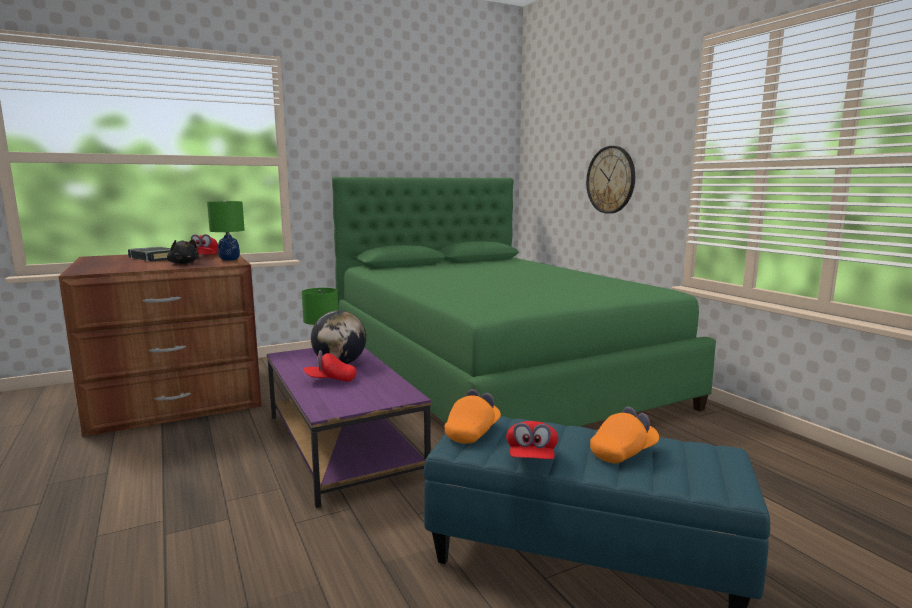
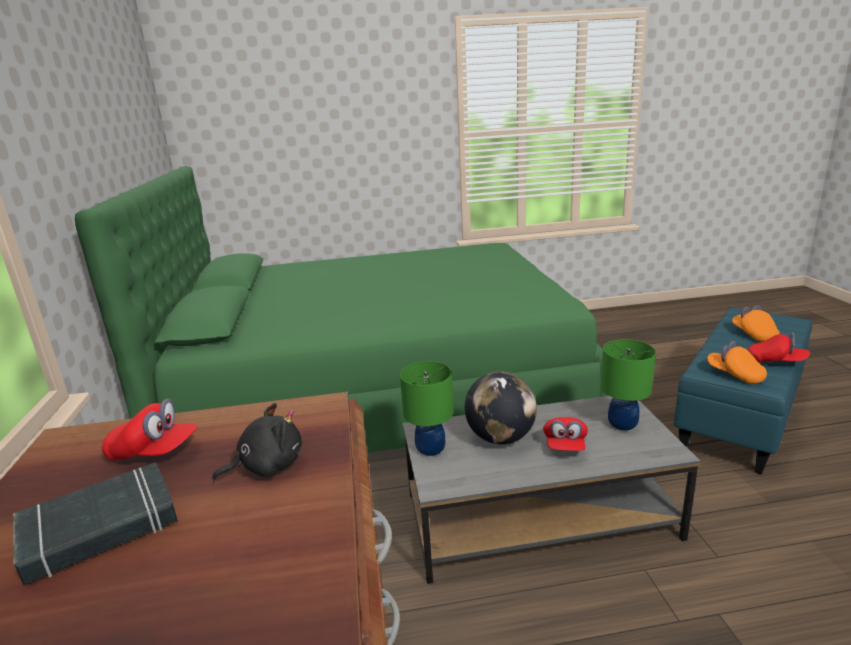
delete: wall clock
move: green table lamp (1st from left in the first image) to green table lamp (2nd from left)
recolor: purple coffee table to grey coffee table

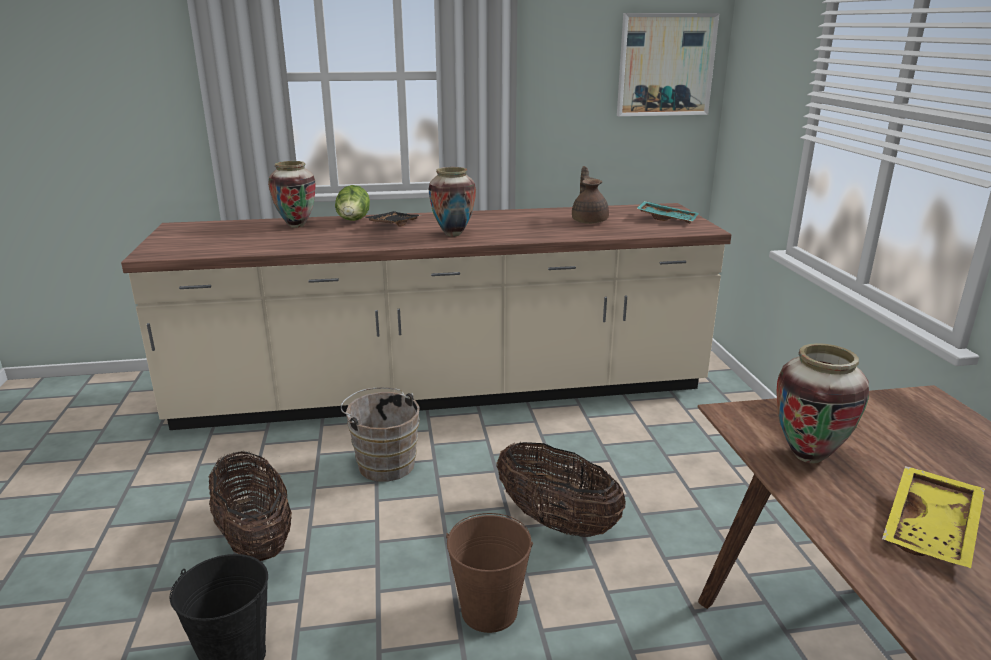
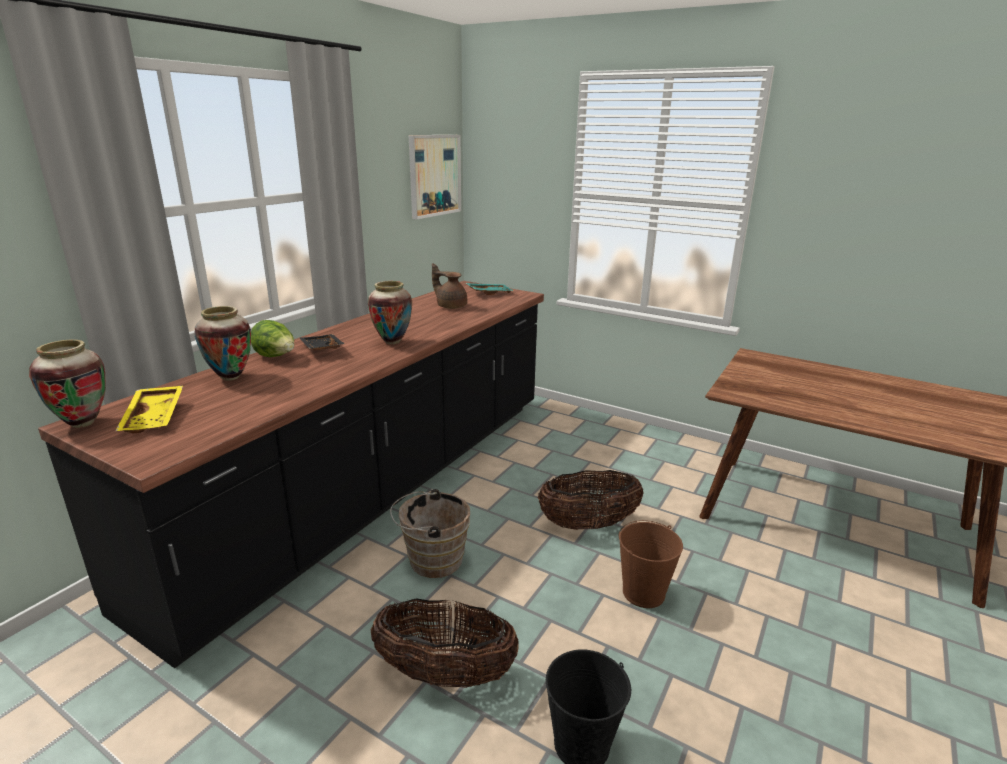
move: vase (3rd from left in the first image) to vase (1st from left); yellow tray
recolor: beige counter to black counter

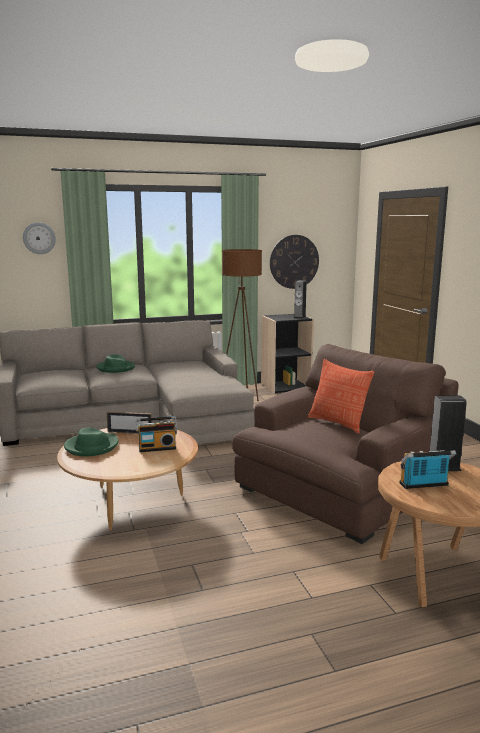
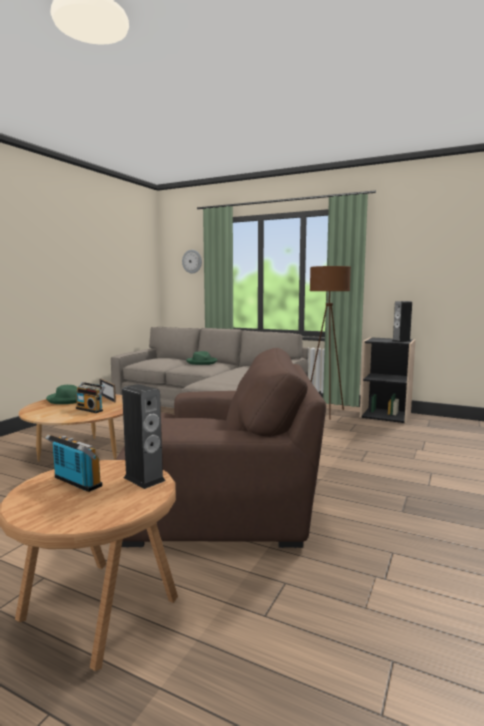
delete: wall clock (2nd from left); orange pillow

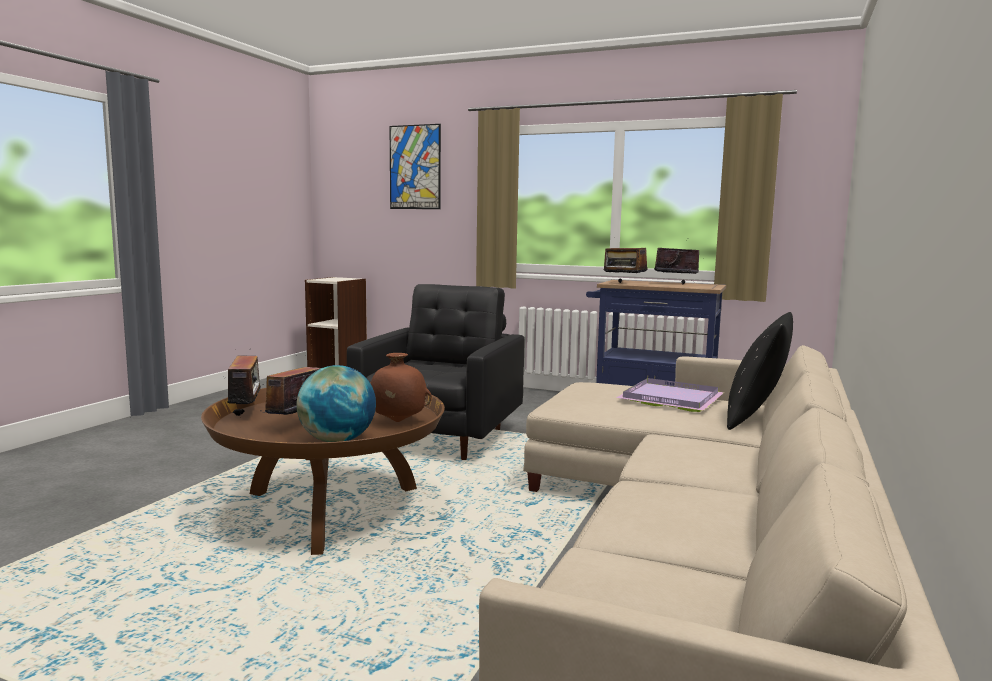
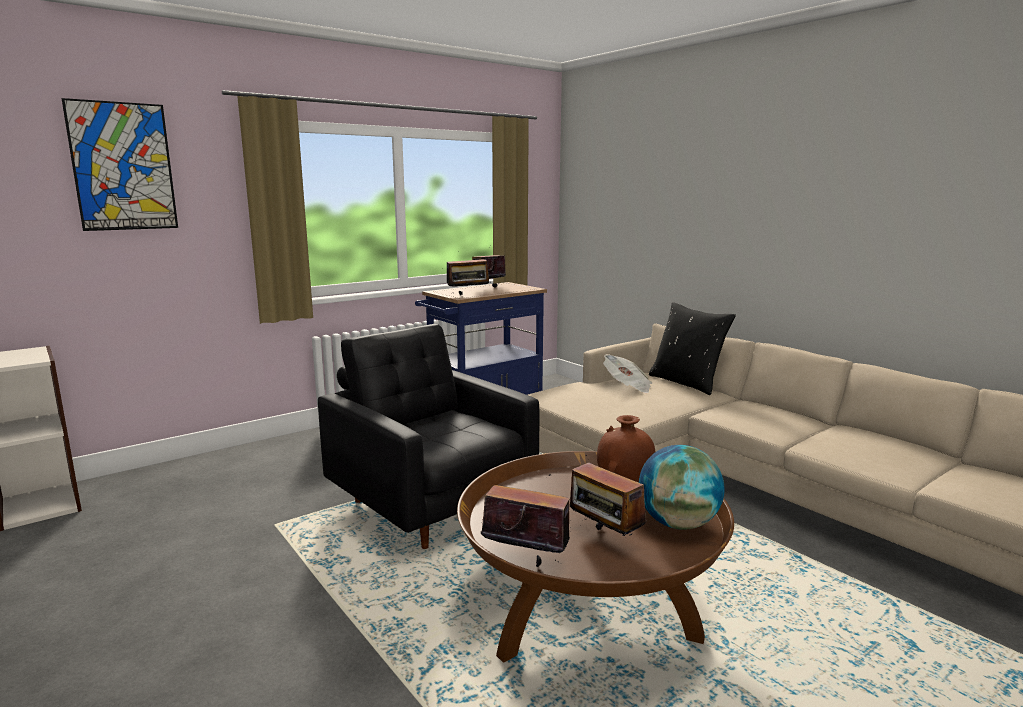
replace: purple tray to newspaper

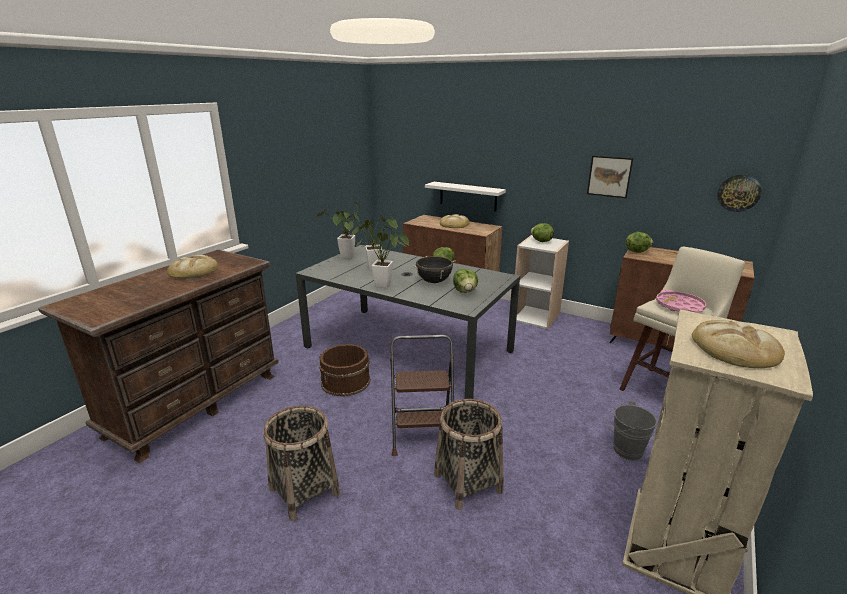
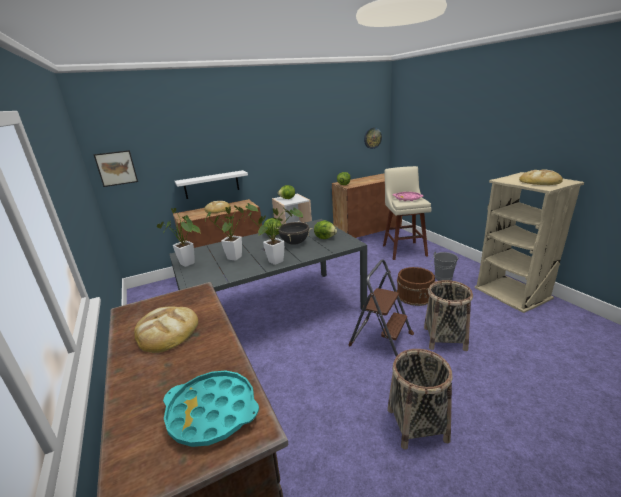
insert: turquoise tray
move: picture; brown bucket

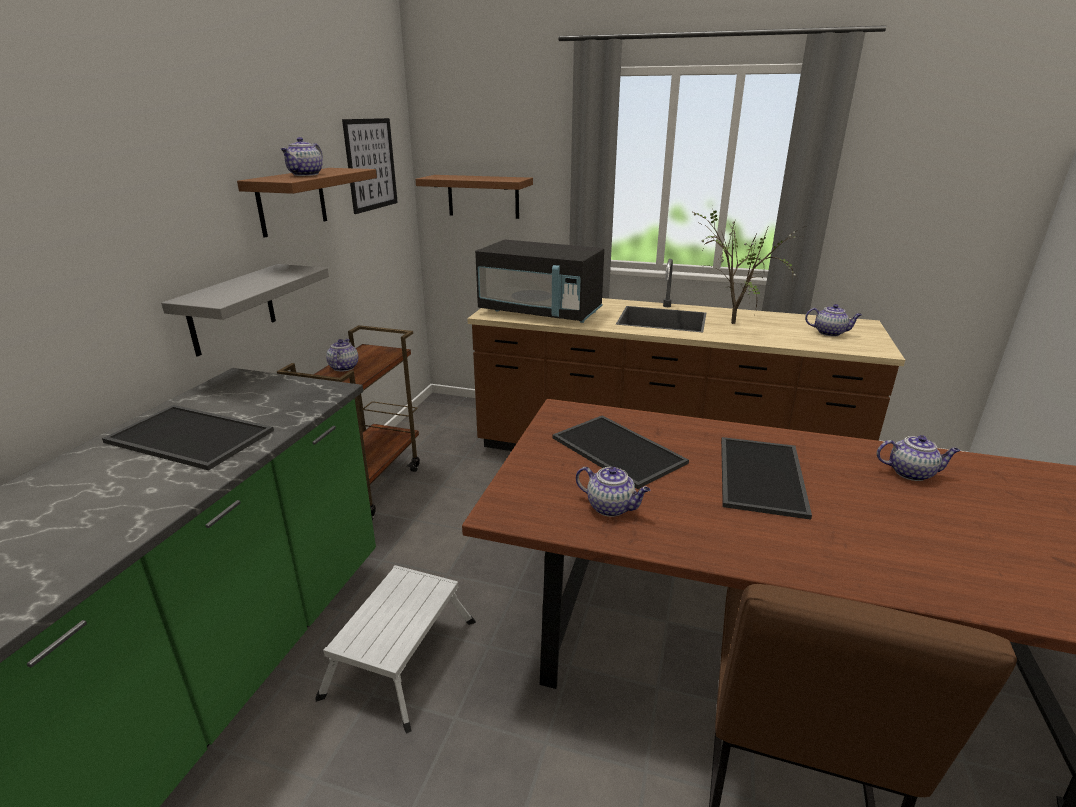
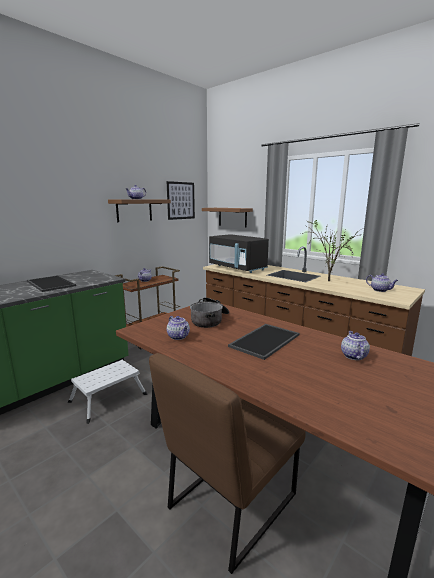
delete: grey shelf
replace: tray (2nd from left) to cooking pot
rotate: teapot (5th from left in the first image) 120 degrees counterclockwise

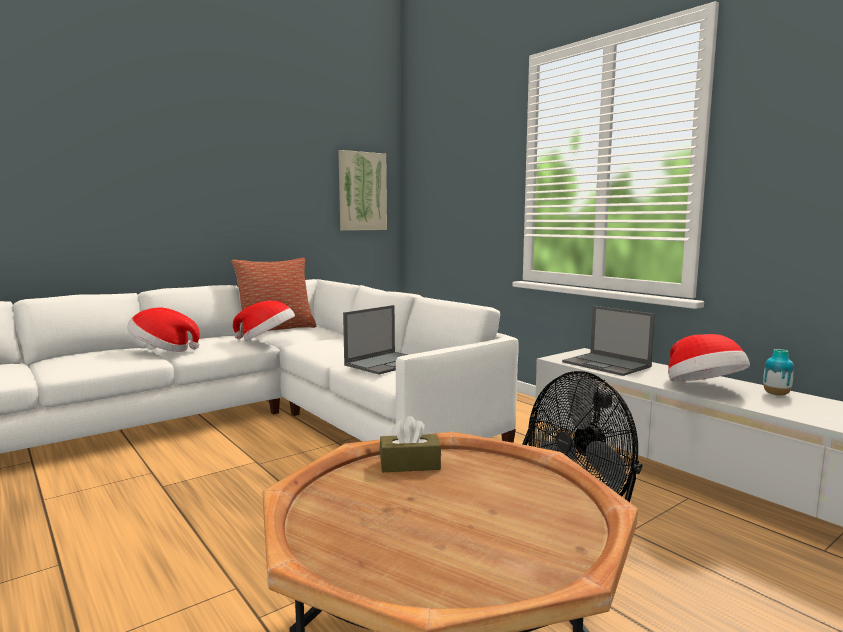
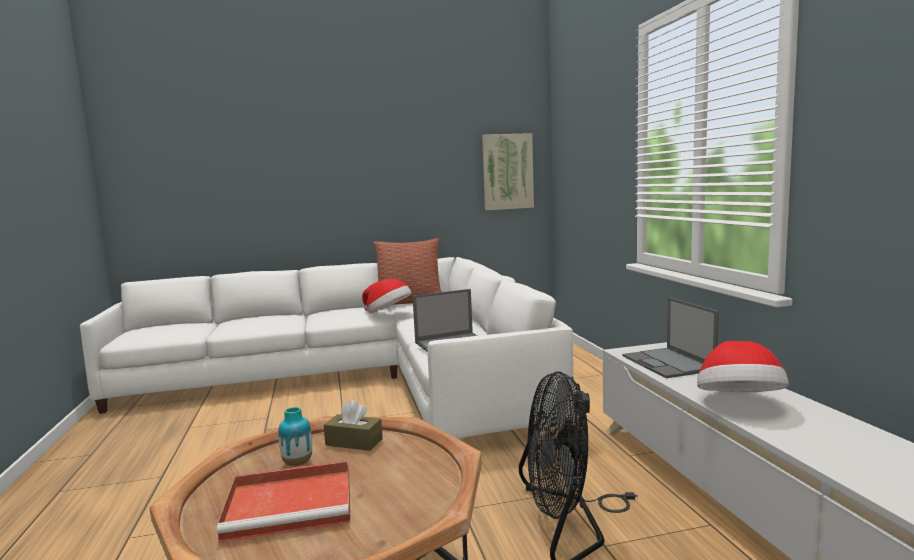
delete: hat (1st from left)
insert: red tray
move: vase

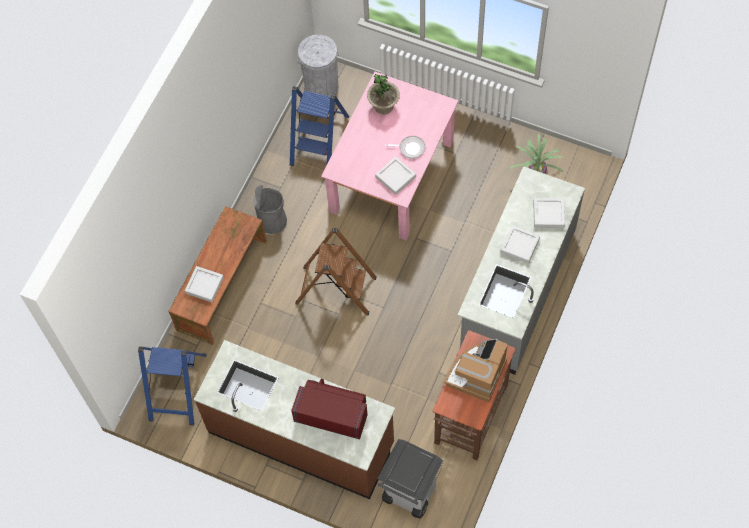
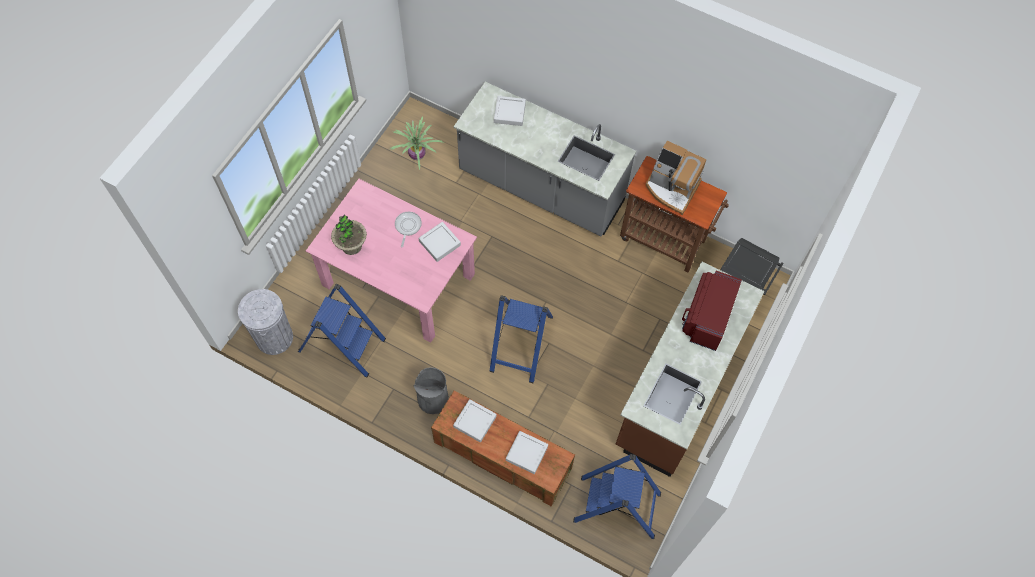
move: grey tray (3rd from left in the first image) to grey tray (2nd from left)
recolor: brown step ladder to blue step ladder (2nd from left)

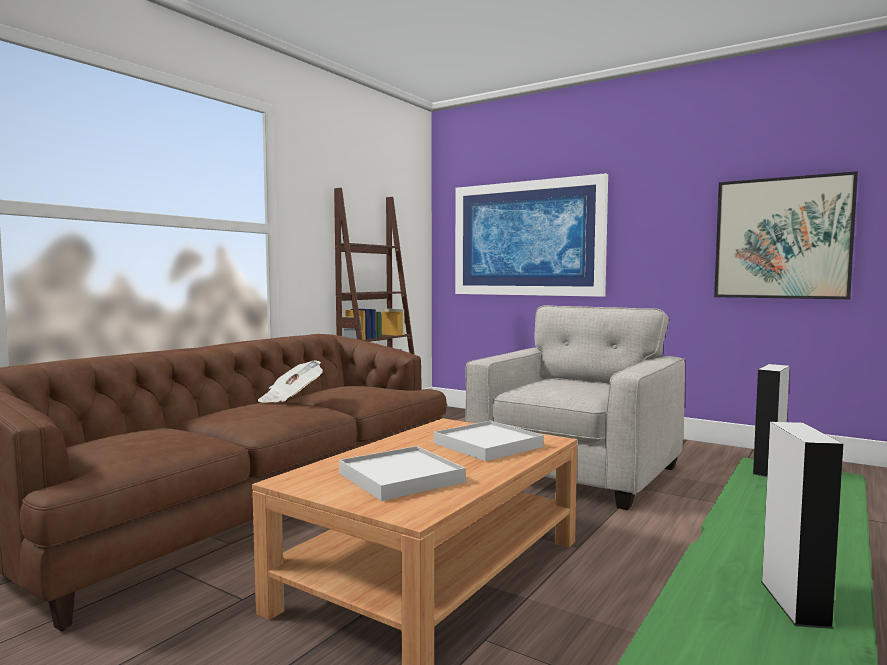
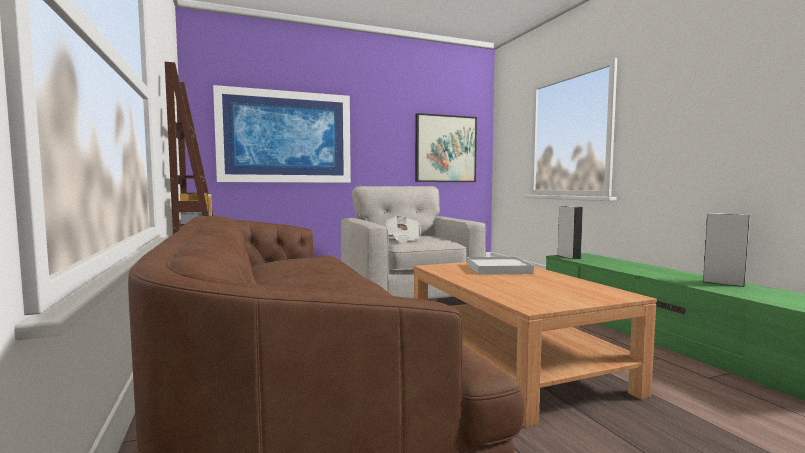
delete: white tray (1st from left)
move: newspaper

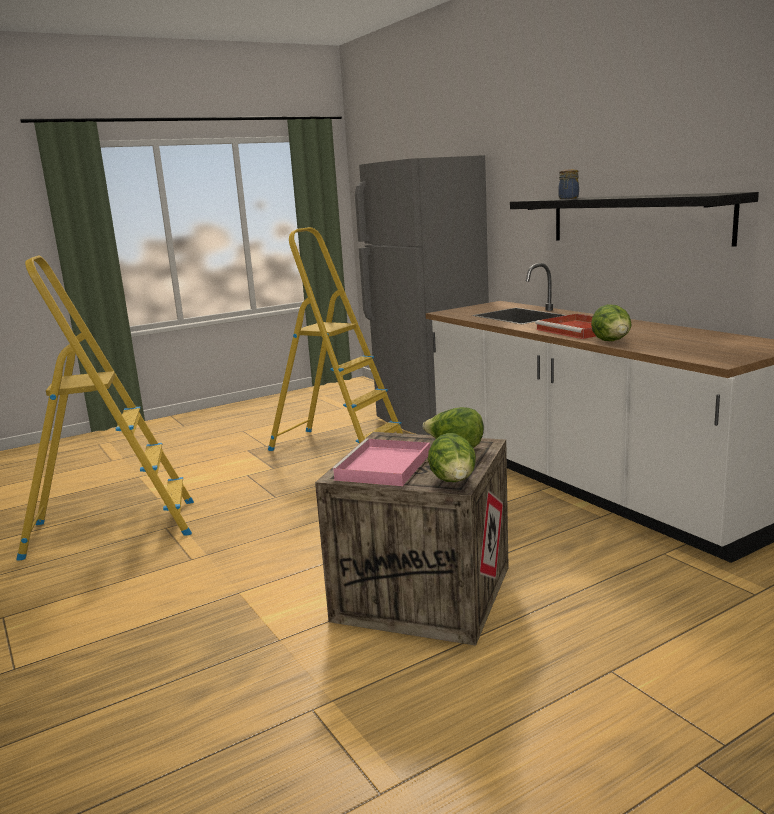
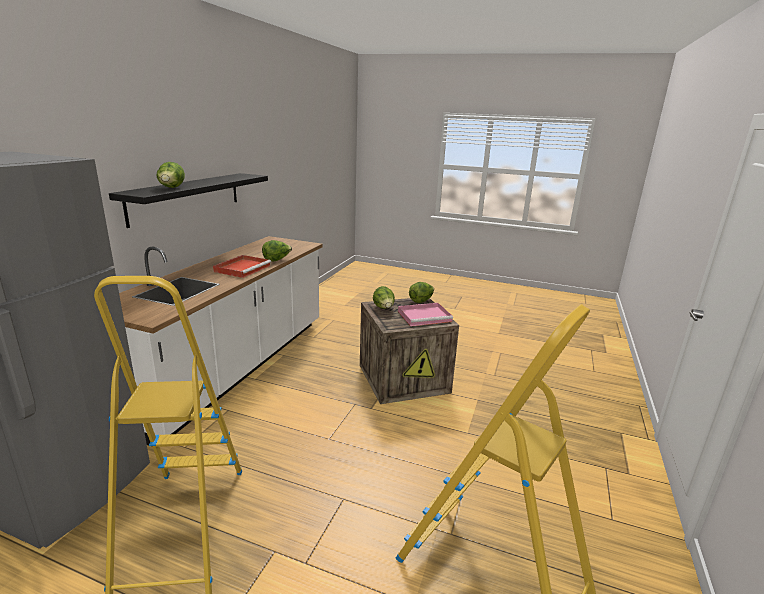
replace: jar to lettuce (1st from left)

